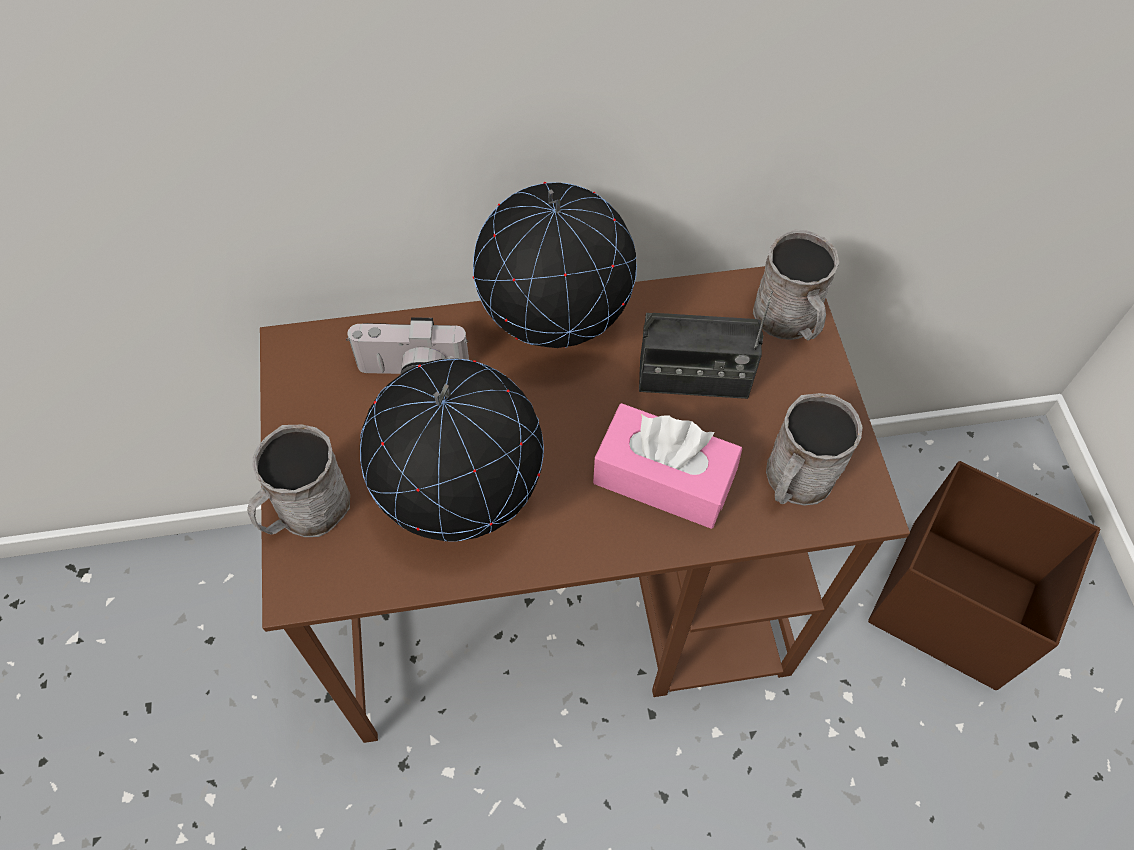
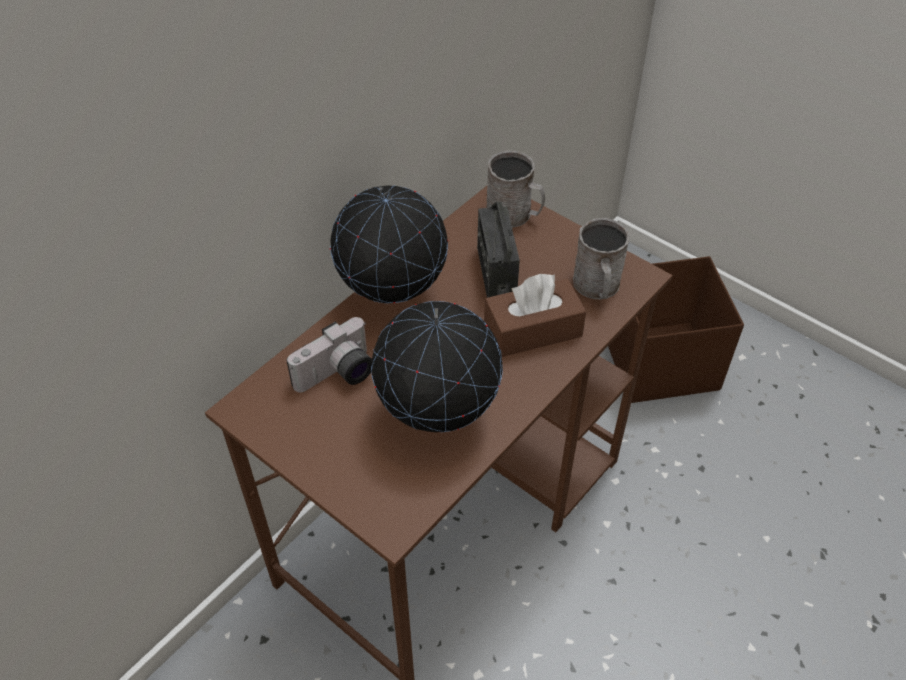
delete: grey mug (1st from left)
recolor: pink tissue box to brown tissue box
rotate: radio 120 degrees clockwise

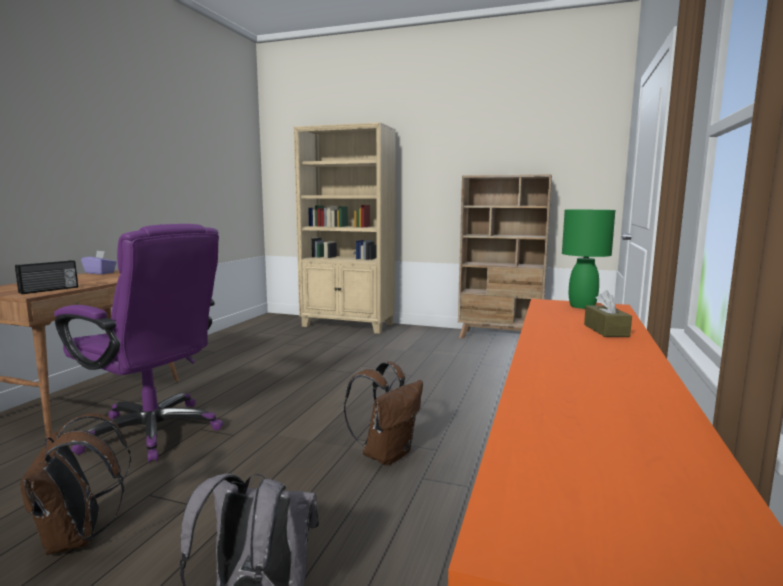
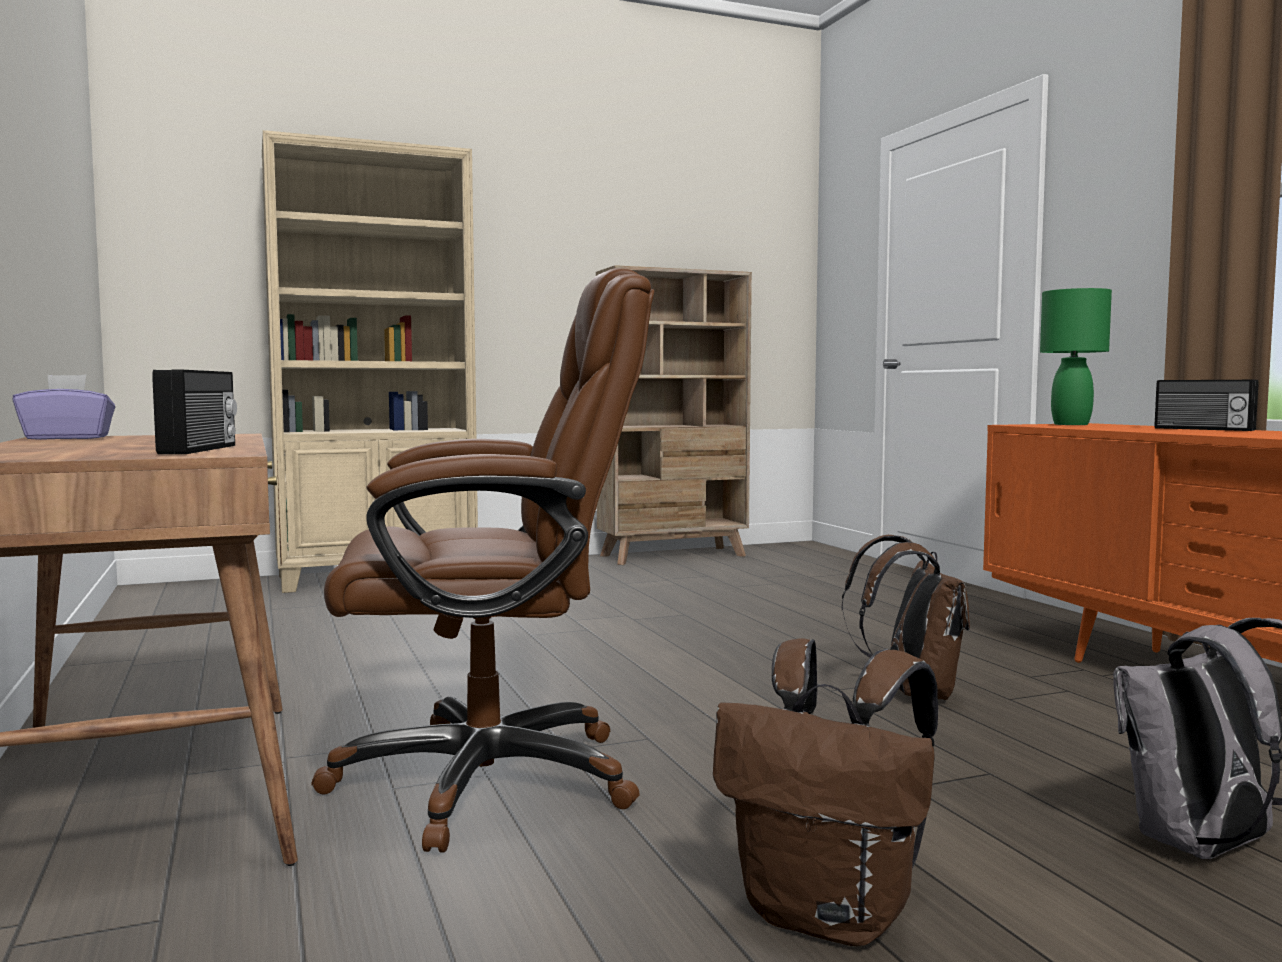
replace: brown tissue box to radio (2nd from left)
recolor: purple office chair to brown office chair

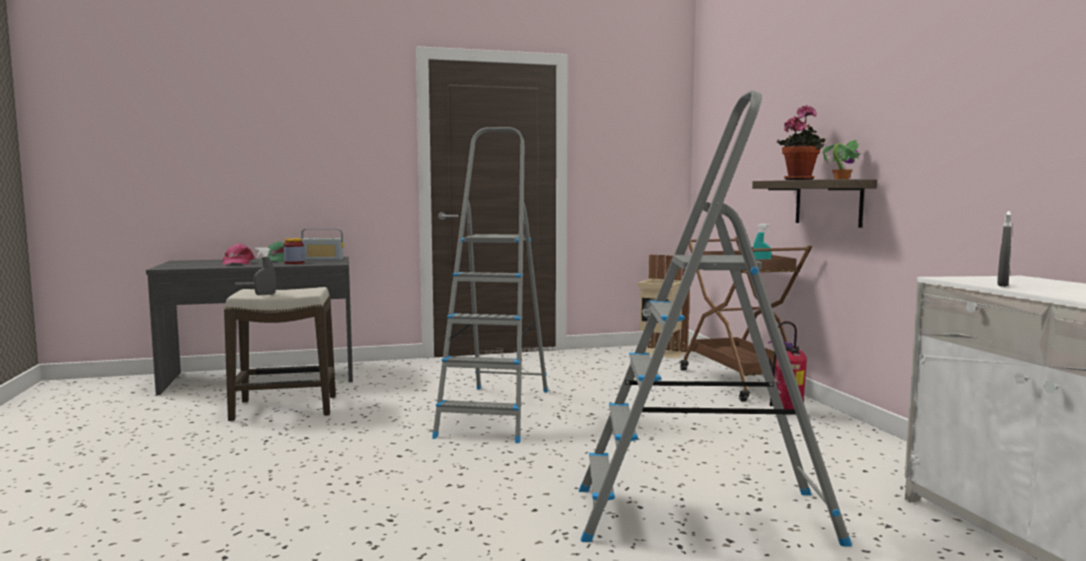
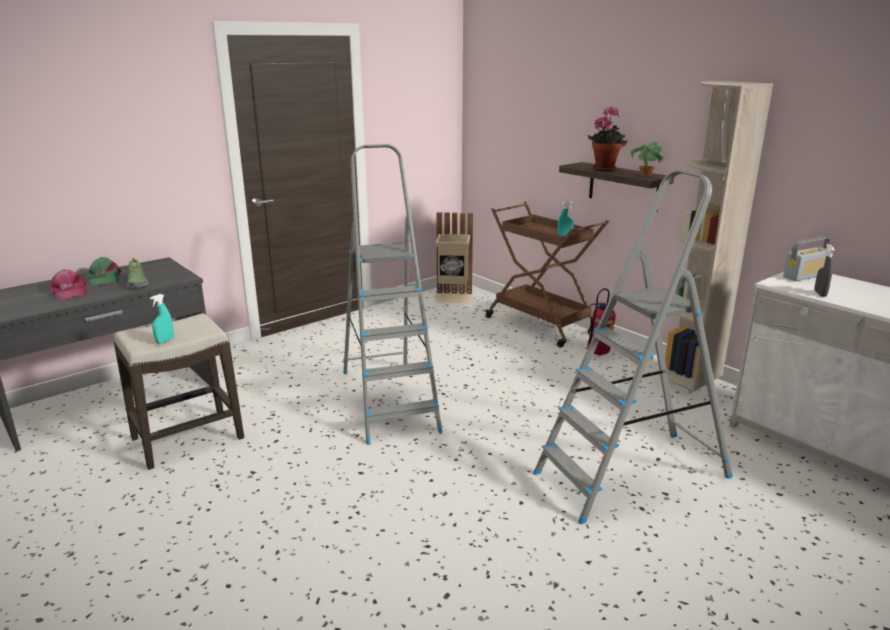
insert: beige bookcase
move: radio
replace: jar to shoe
recolor: grey spray bottle (1st from left) to turquoise spray bottle (1st from left)

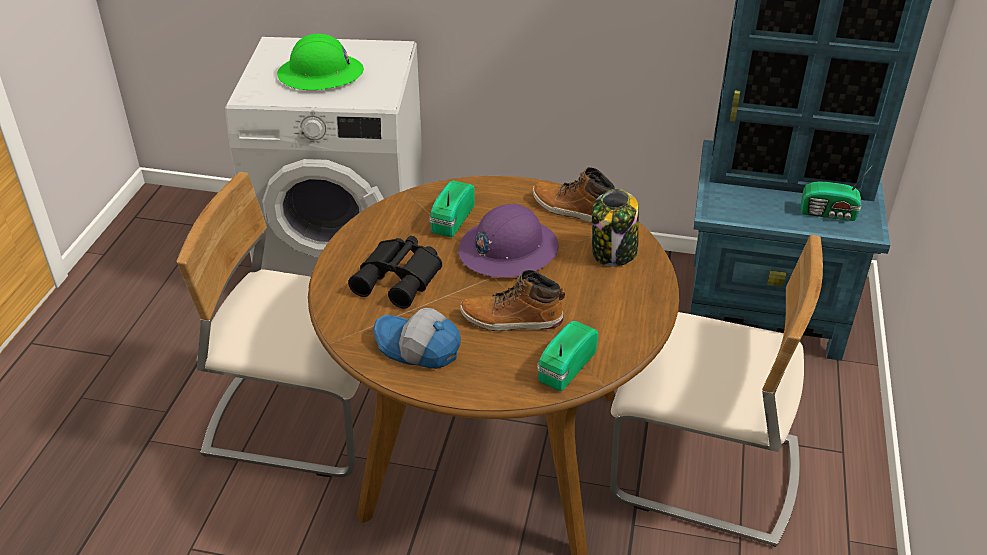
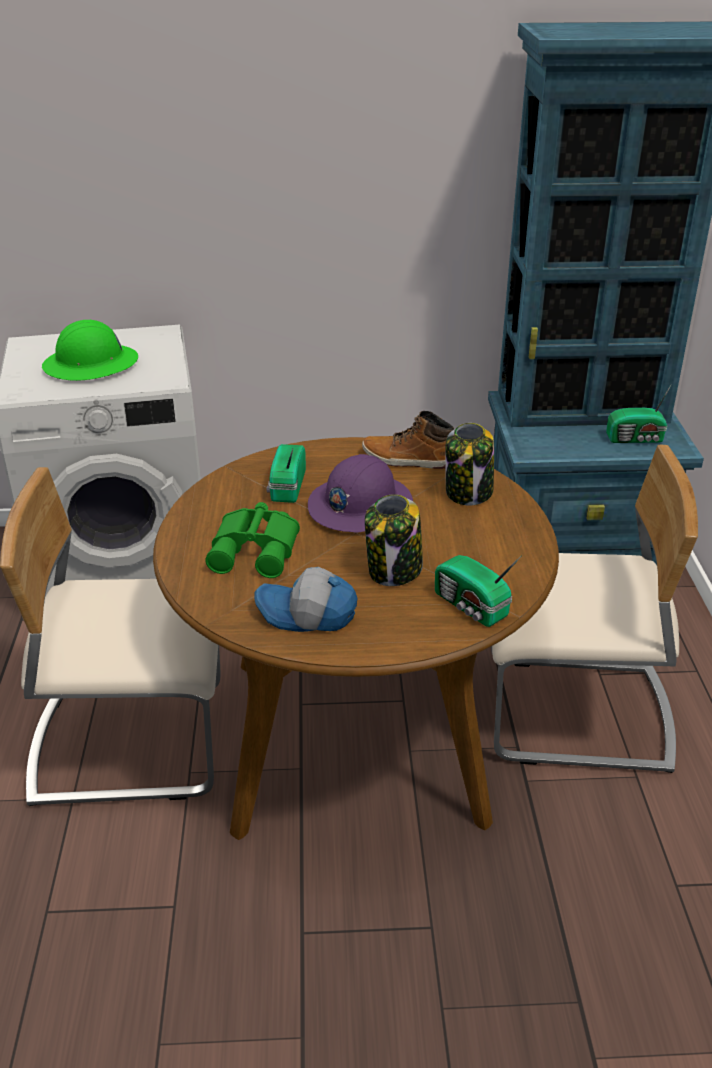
replace: boot (1st from left) to jar (1st from left)
recolor: black binoculars to green binoculars
rotate: radio (2nd from left) 60 degrees counterclockwise

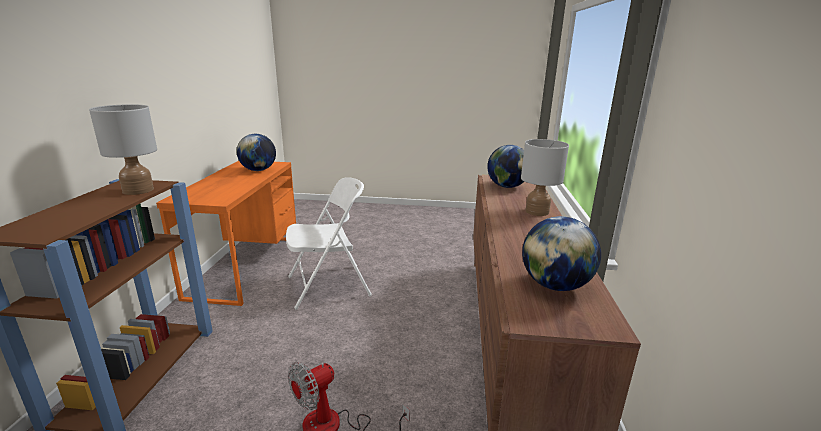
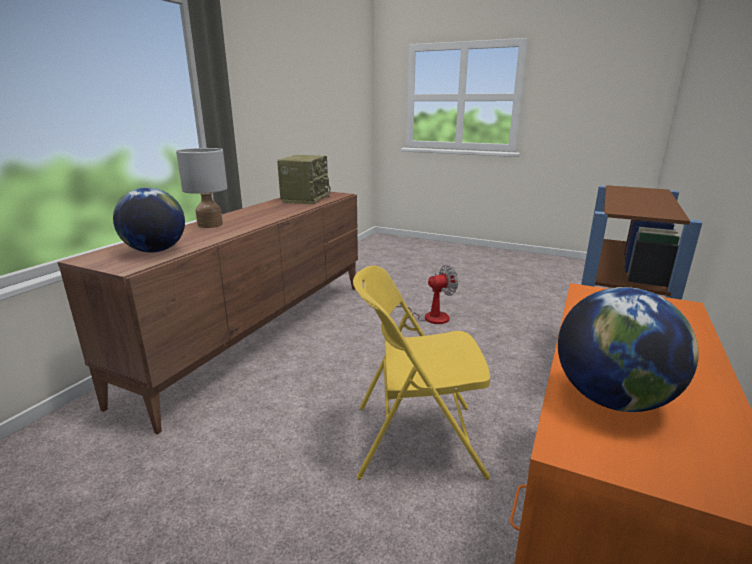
delete: grey table lamp (1st from left)
replace: globe (3rd from left) to radio
recolor: white chair to yellow chair

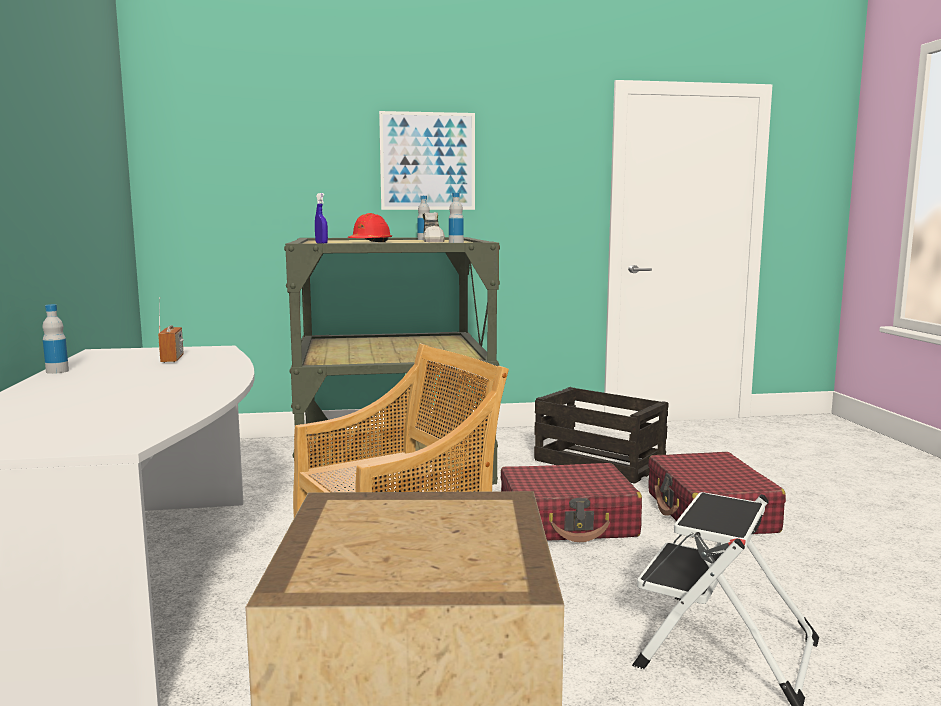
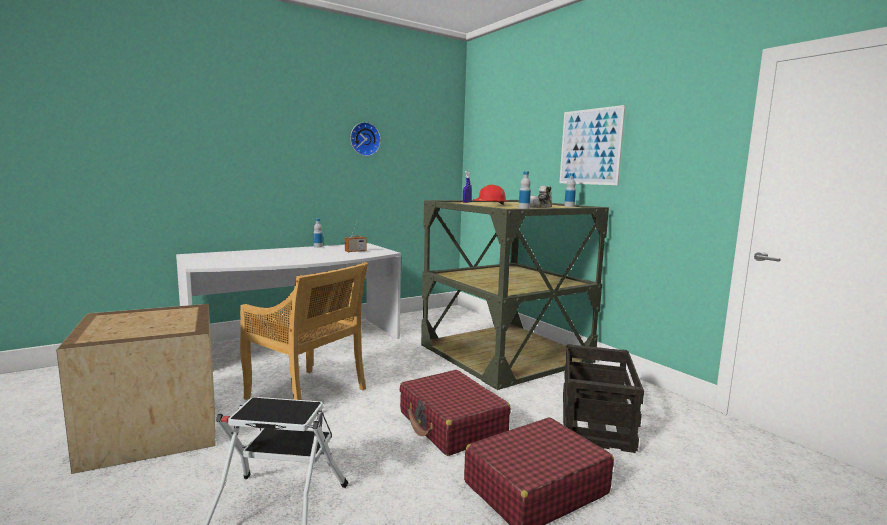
insert: wall clock

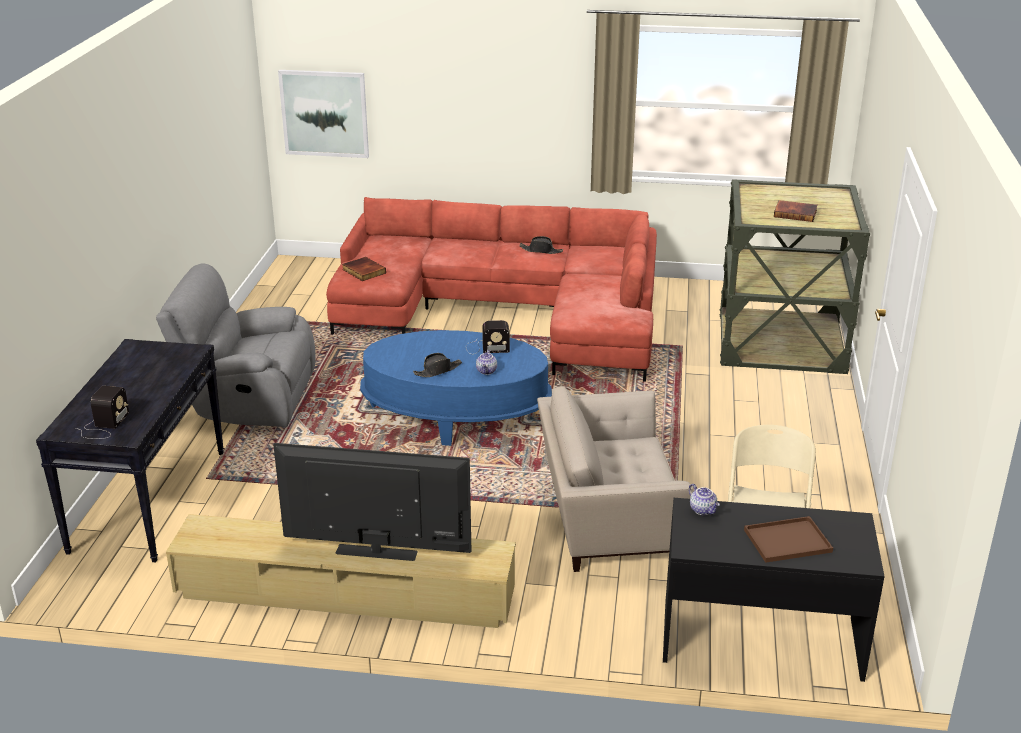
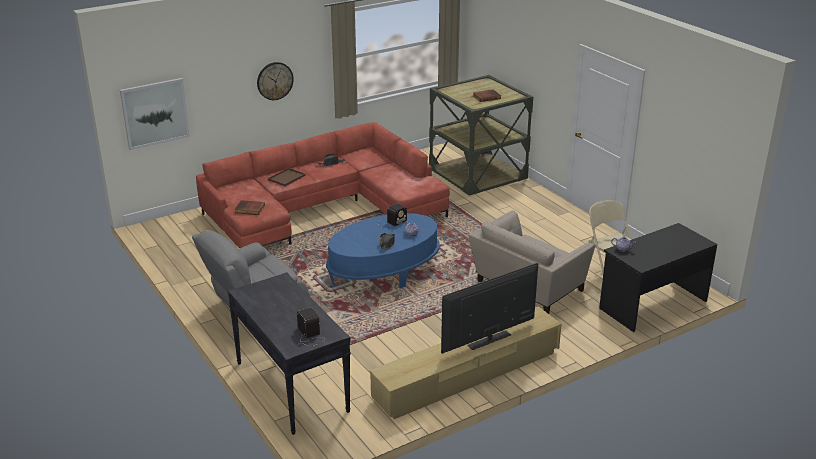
insert: wall clock
move: brown tray

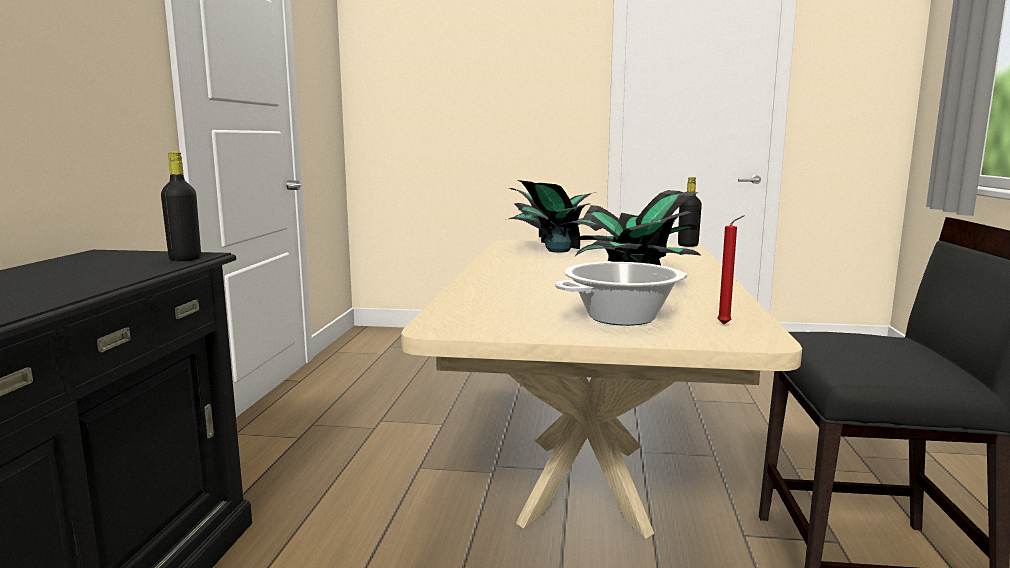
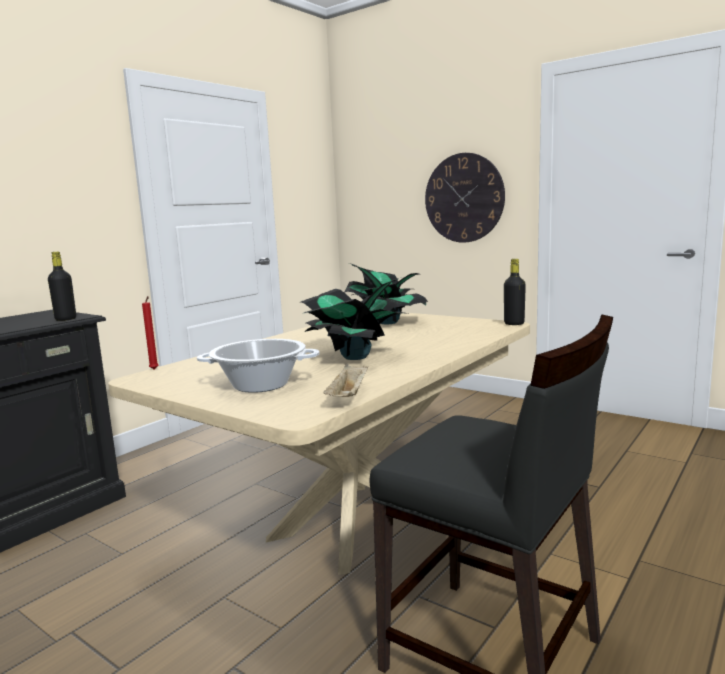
insert: beige tray; wall clock
move: red candle

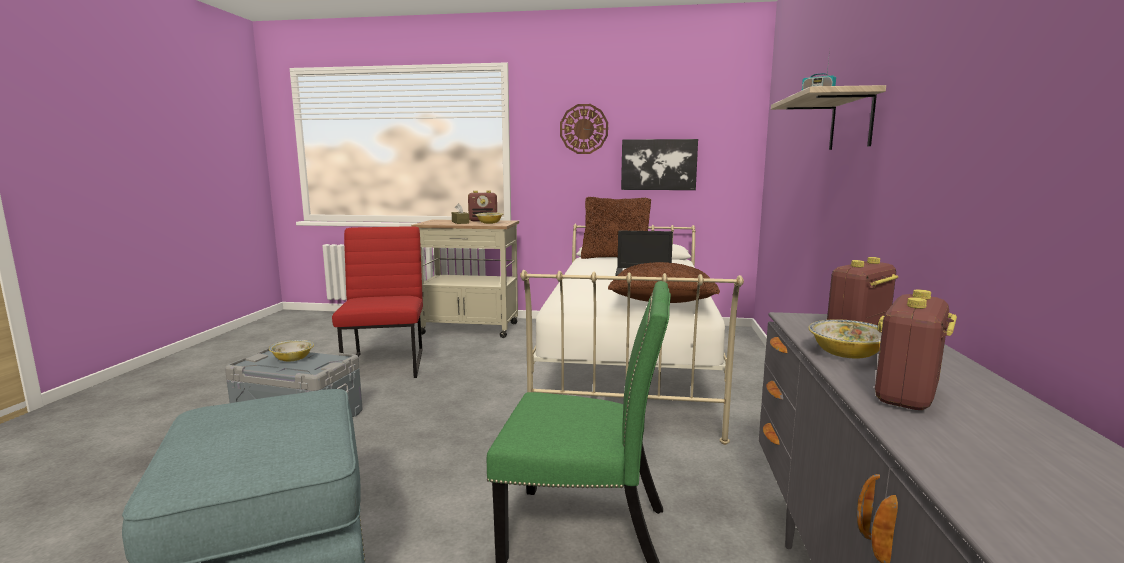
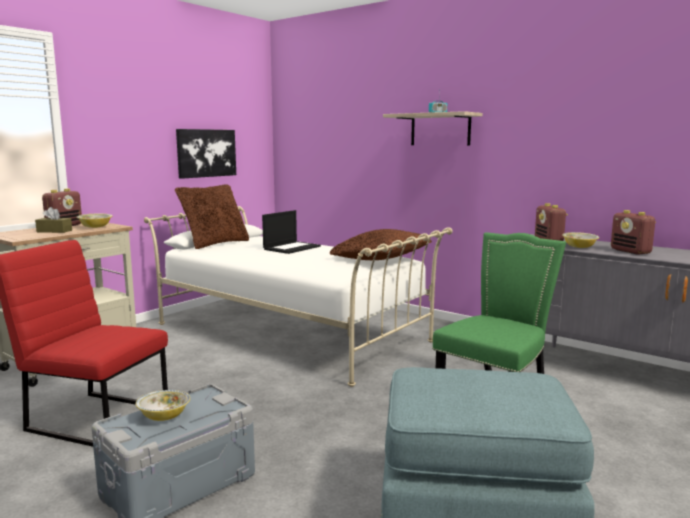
delete: wall clock

